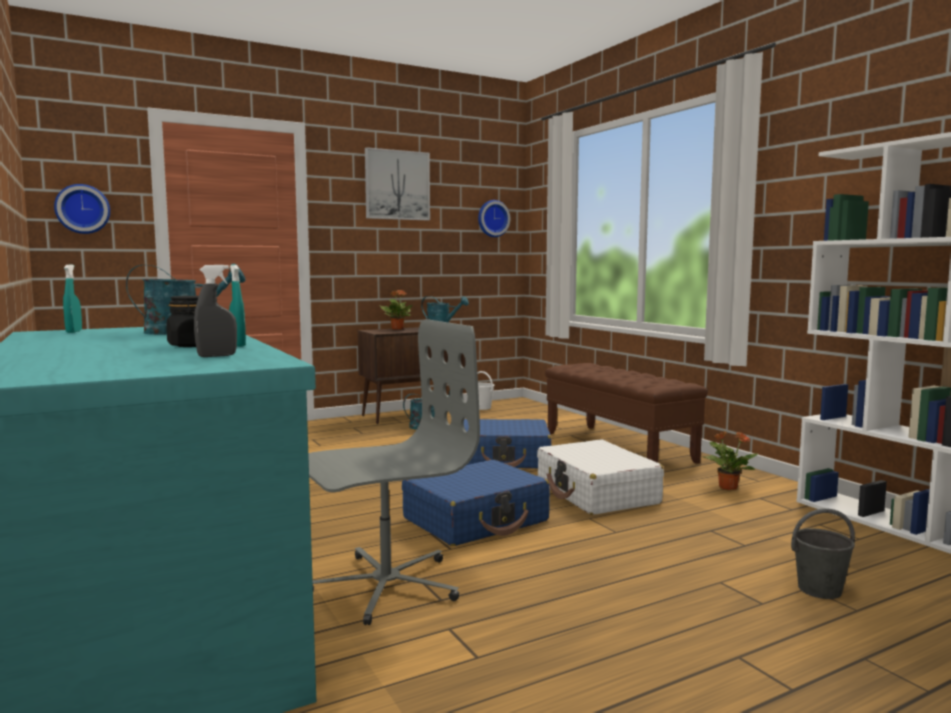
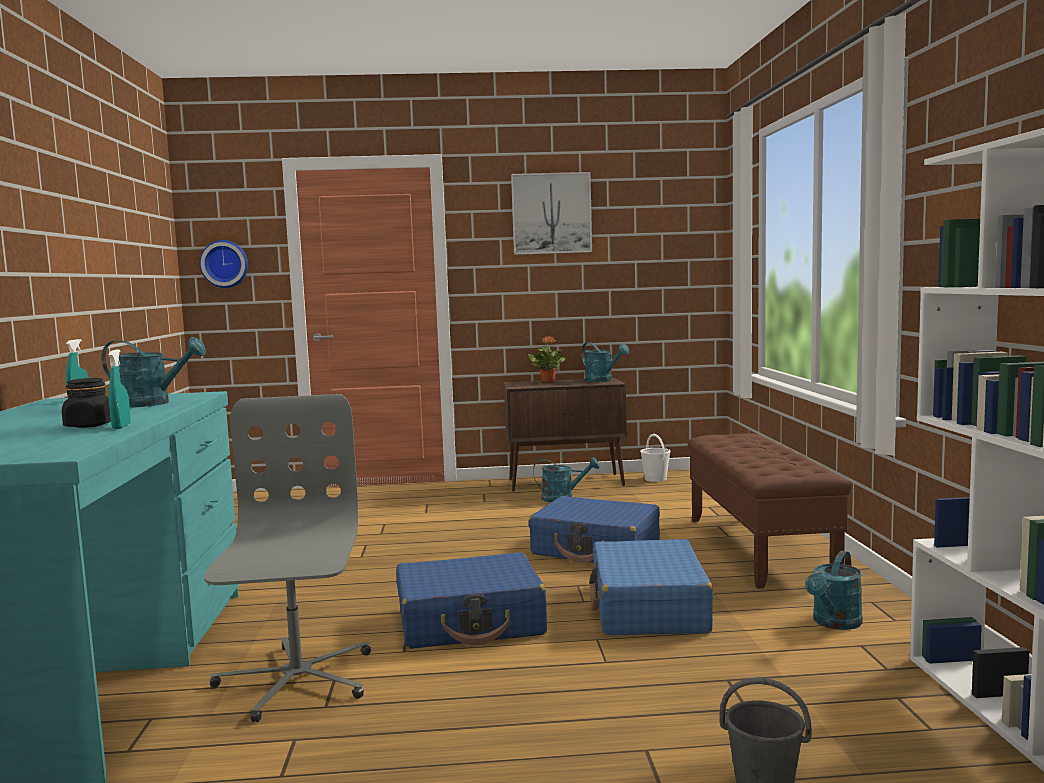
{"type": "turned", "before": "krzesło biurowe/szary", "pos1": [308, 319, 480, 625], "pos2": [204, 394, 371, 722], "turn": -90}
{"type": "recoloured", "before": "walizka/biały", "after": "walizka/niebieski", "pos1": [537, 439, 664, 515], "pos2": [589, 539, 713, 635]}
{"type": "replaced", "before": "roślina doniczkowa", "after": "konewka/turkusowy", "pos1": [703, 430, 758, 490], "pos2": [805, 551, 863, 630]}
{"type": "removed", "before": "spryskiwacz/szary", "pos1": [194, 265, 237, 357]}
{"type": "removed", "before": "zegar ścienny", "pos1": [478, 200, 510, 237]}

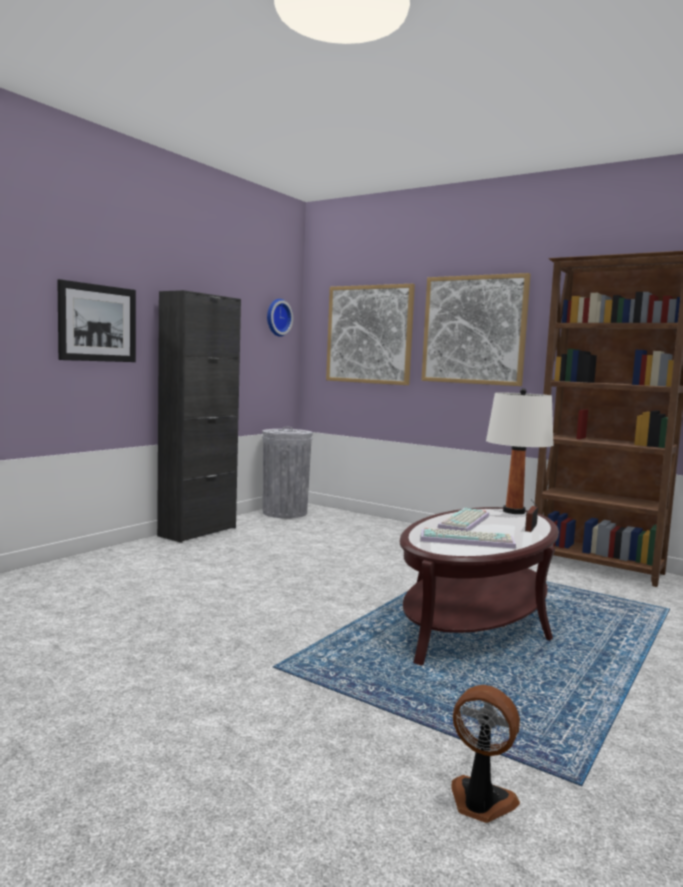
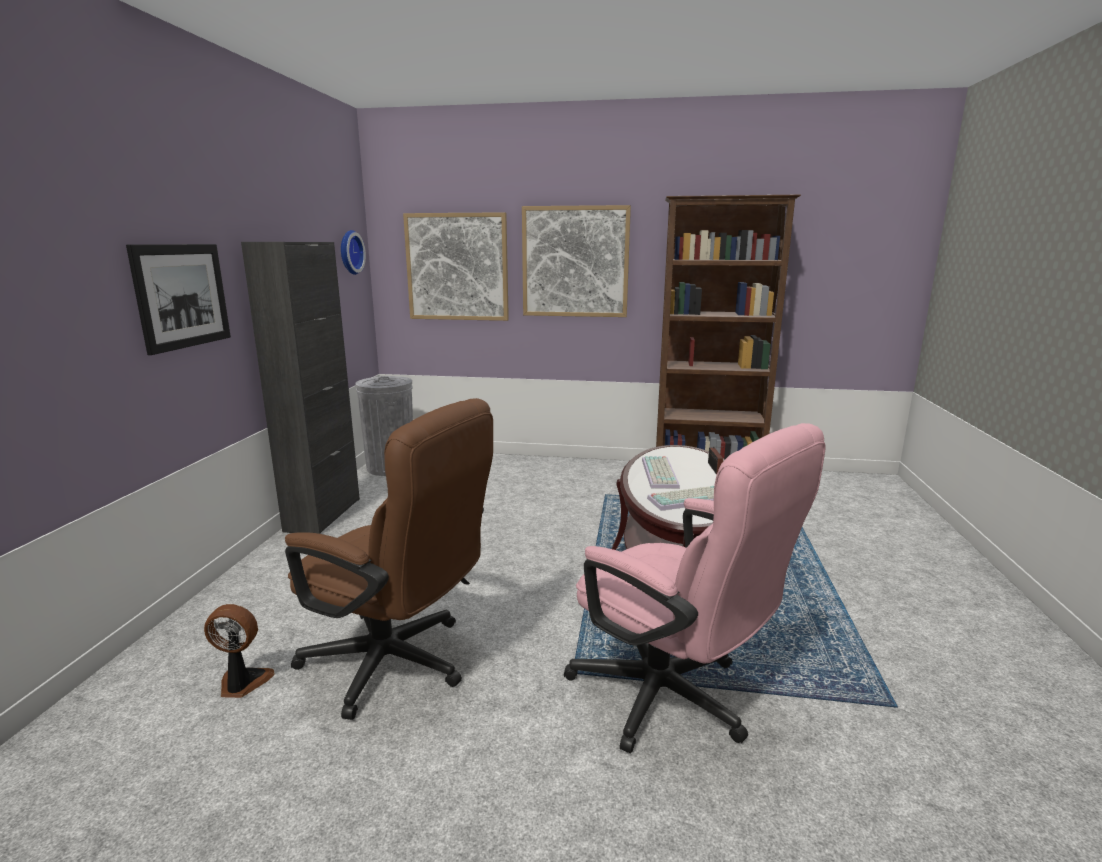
{"type": "moved", "before": "wentylator", "pos1": [451, 685, 520, 823], "pos2": [204, 604, 275, 698]}
{"type": "added", "after": "krzesło biurowe/brązowy", "pos2": [285, 398, 493, 720]}
{"type": "added", "after": "krzesło biurowe/różowy", "pos2": [564, 423, 826, 754]}
{"type": "removed", "before": "lampa stołowa/biały", "pos1": [486, 388, 554, 514]}

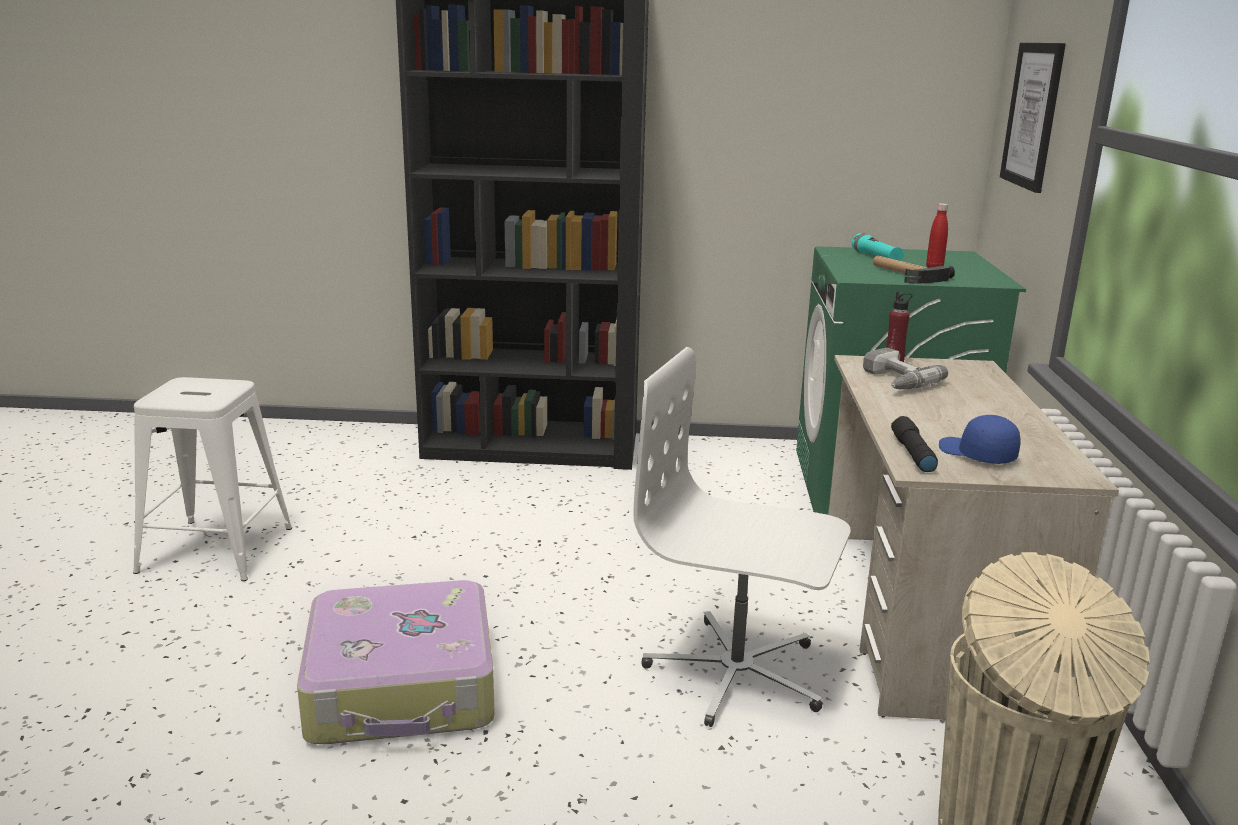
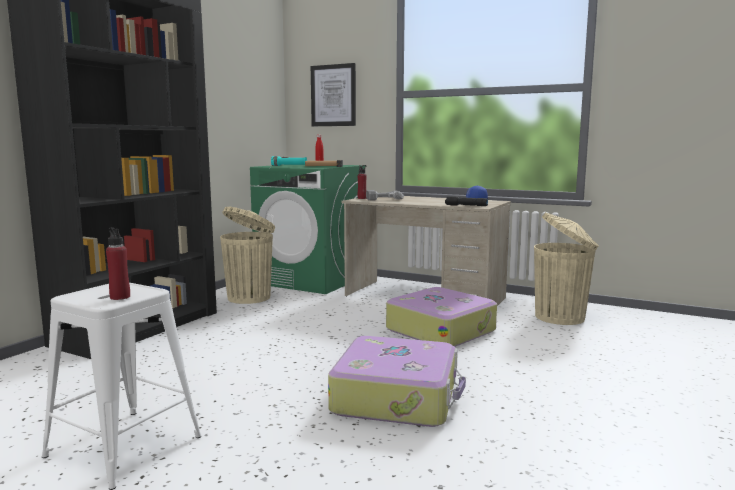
{"type": "added", "after": "butelka/czerwony", "pos2": [106, 227, 130, 300]}
{"type": "added", "after": "kosz na śmieci/beżowy", "pos2": [220, 206, 275, 304]}
{"type": "replaced", "before": "krzesło biurowe/biały", "after": "walizka", "pos1": [633, 347, 851, 727], "pos2": [386, 287, 497, 347]}

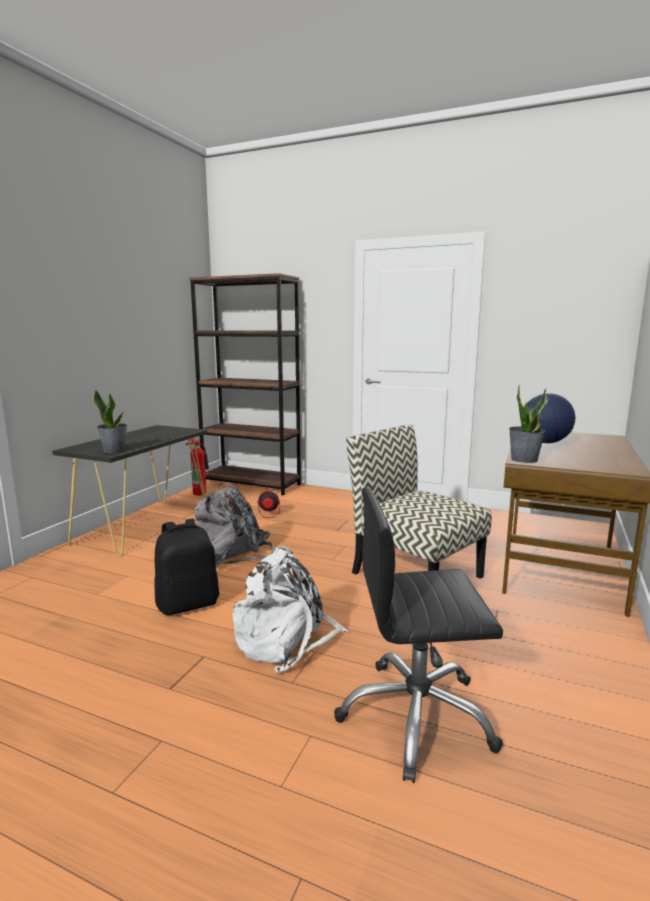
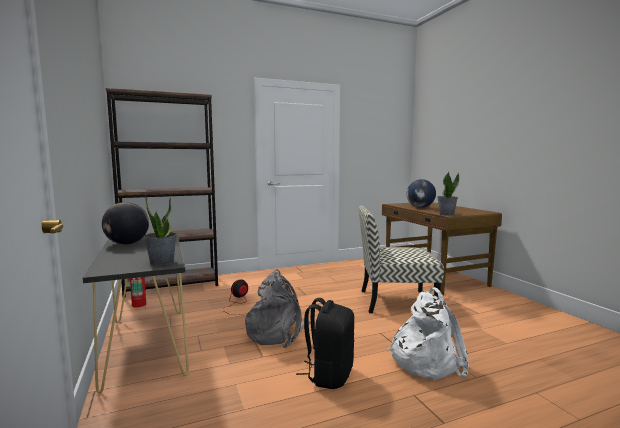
{"type": "added", "after": "globus", "pos2": [102, 202, 149, 245]}
{"type": "removed", "before": "krzesło biurowe/czarny", "pos1": [334, 488, 503, 783]}

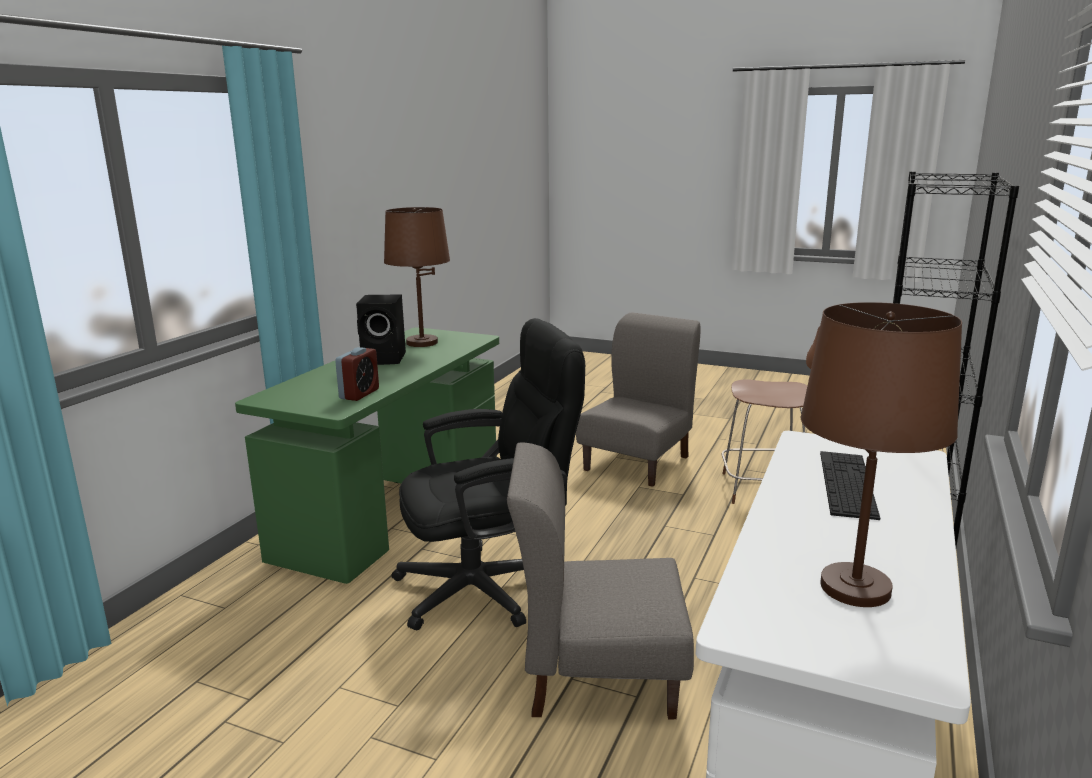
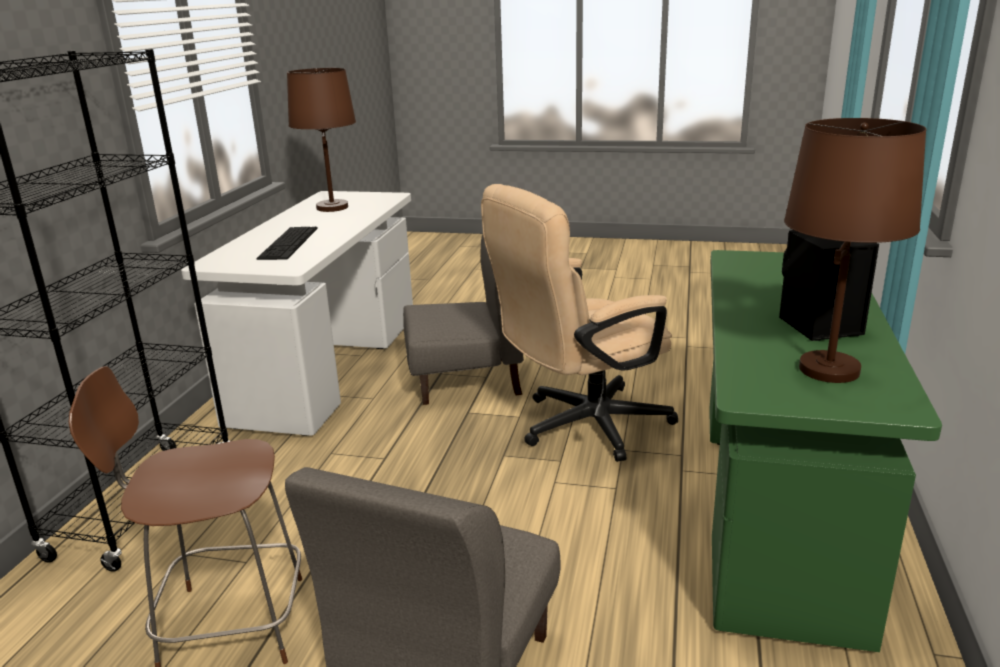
{"type": "recoloured", "before": "krzesło biurowe/czarny", "after": "krzesło biurowe/beżowy", "pos1": [391, 318, 585, 630], "pos2": [481, 184, 678, 462]}
{"type": "removed", "before": "budzik", "pos1": [335, 347, 379, 401]}

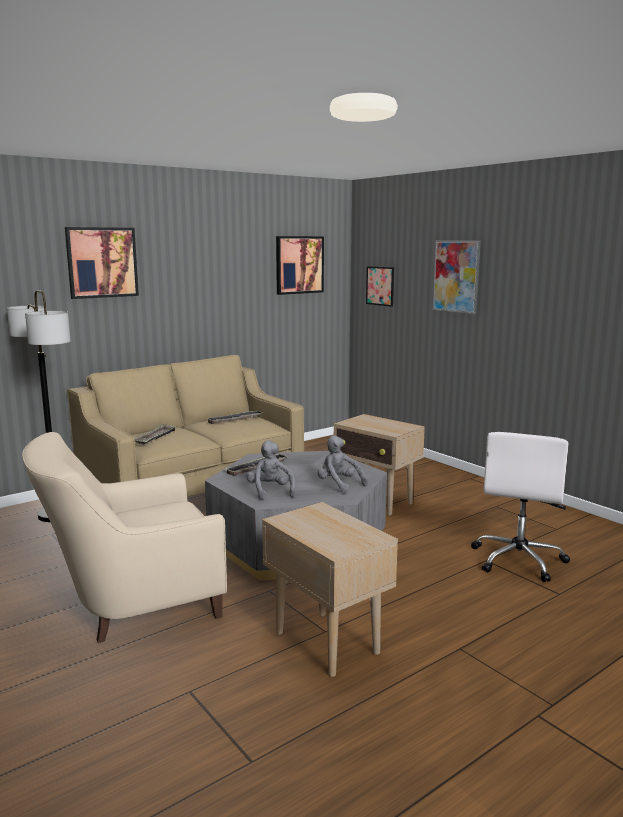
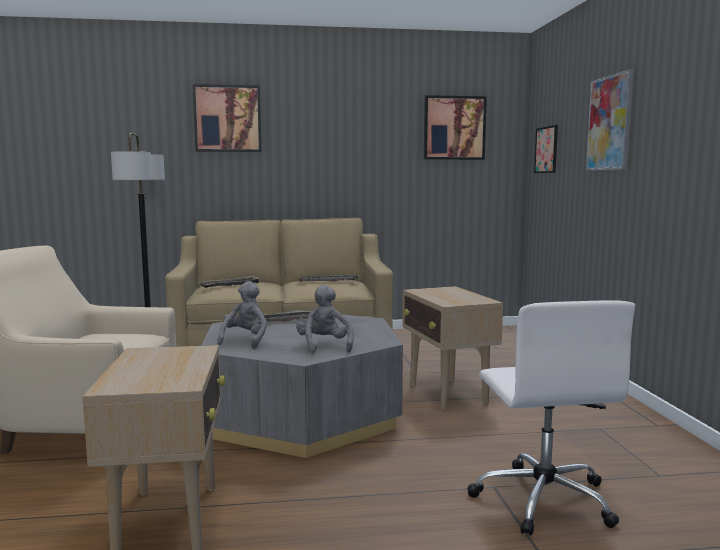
{"type": "turned", "before": "krzesło biurowe/biały", "pos1": [471, 432, 570, 582], "pos2": [468, 300, 635, 536], "turn": -60}

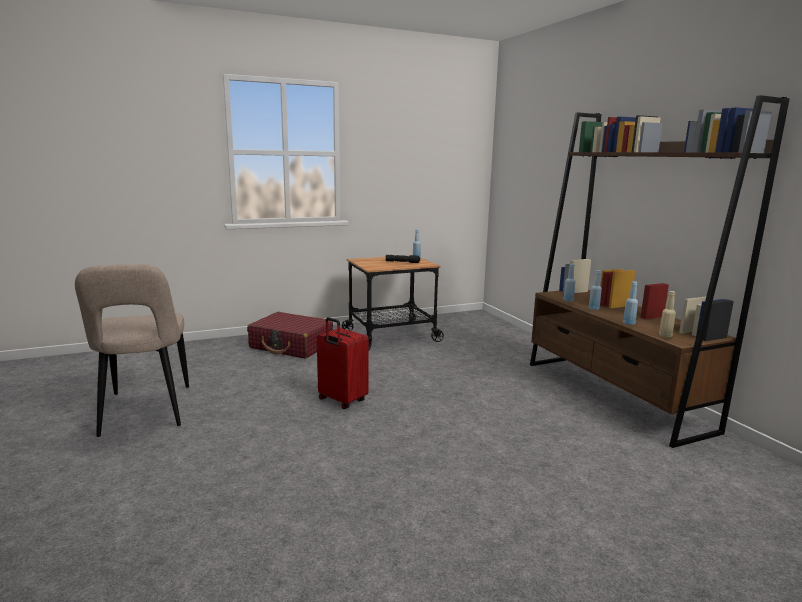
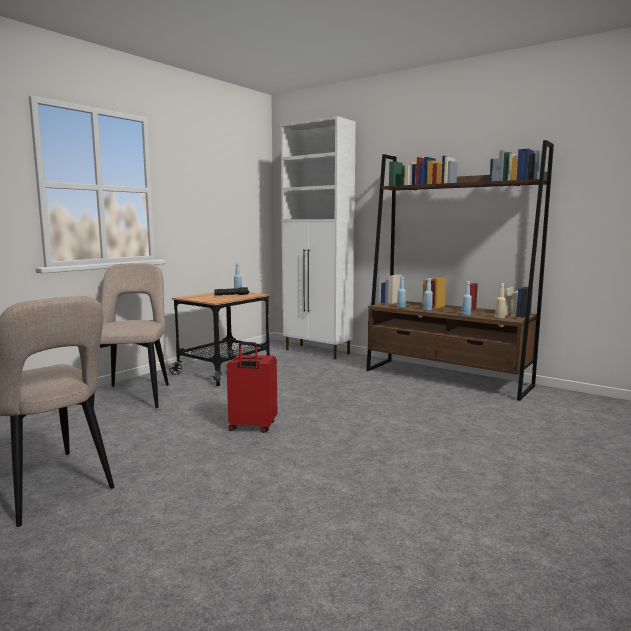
{"type": "replaced", "before": "walizka/czerwony", "after": "krzesło/beżowy", "pos1": [247, 312, 333, 359], "pos2": [90, 263, 169, 408]}
{"type": "added", "after": "szafka/biały", "pos2": [280, 116, 356, 359]}

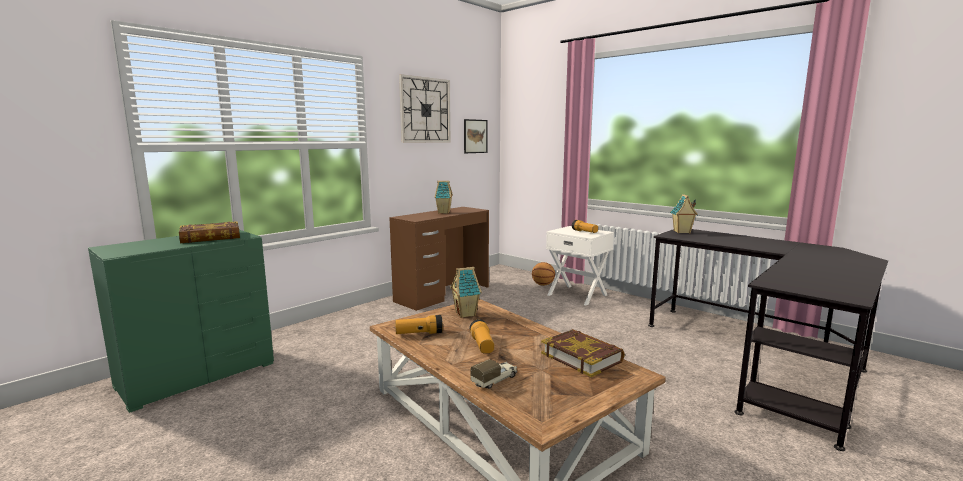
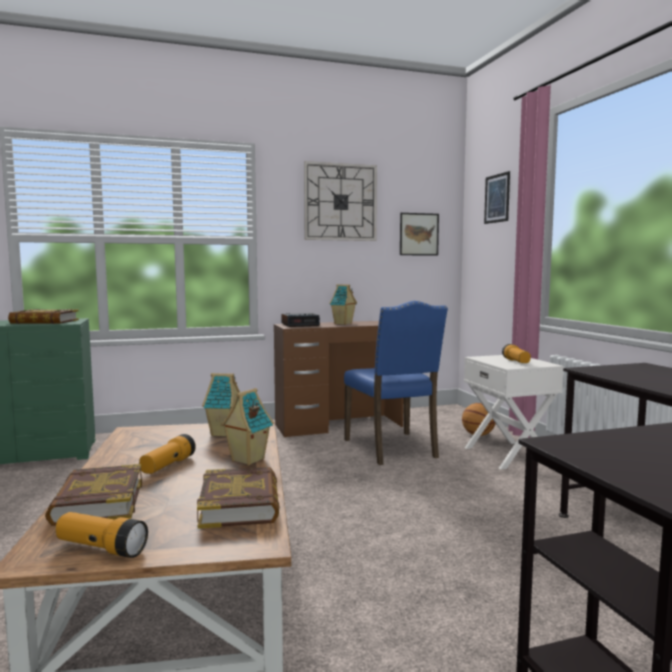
{"type": "replaced", "before": "ciężarówka zabawkowa", "after": "książka", "pos1": [470, 360, 517, 389], "pos2": [45, 464, 142, 526]}
{"type": "moved", "before": "latarka", "pos1": [395, 315, 443, 334], "pos2": [56, 512, 148, 558]}
{"type": "moved", "before": "domek", "pos1": [670, 194, 698, 233], "pos2": [221, 388, 274, 465]}
{"type": "added", "after": "budzik", "pos2": [281, 313, 320, 327]}
{"type": "added", "after": "krzesło/niebieski", "pos2": [344, 301, 448, 465]}
{"type": "added", "after": "obraz", "pos2": [484, 171, 510, 224]}

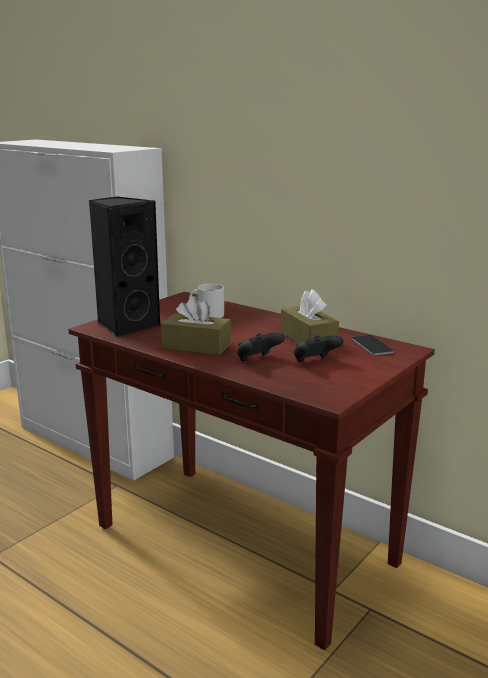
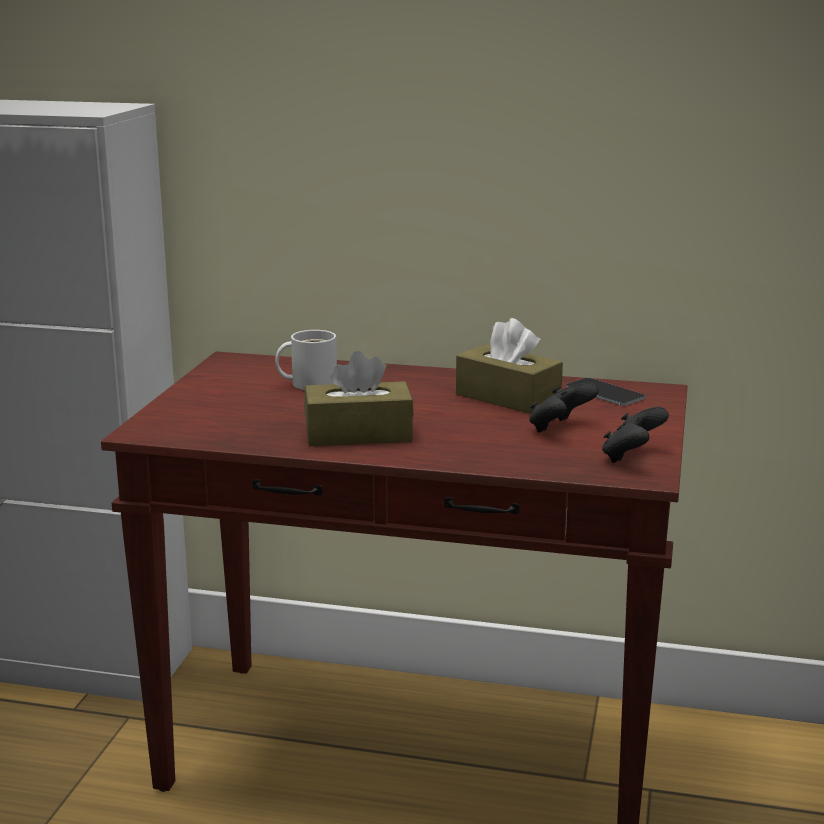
{"type": "moved", "before": "pad do gier/czarny", "pos1": [237, 332, 285, 361], "pos2": [602, 407, 669, 463]}
{"type": "removed", "before": "głośnik/czarny", "pos1": [89, 196, 161, 337]}

